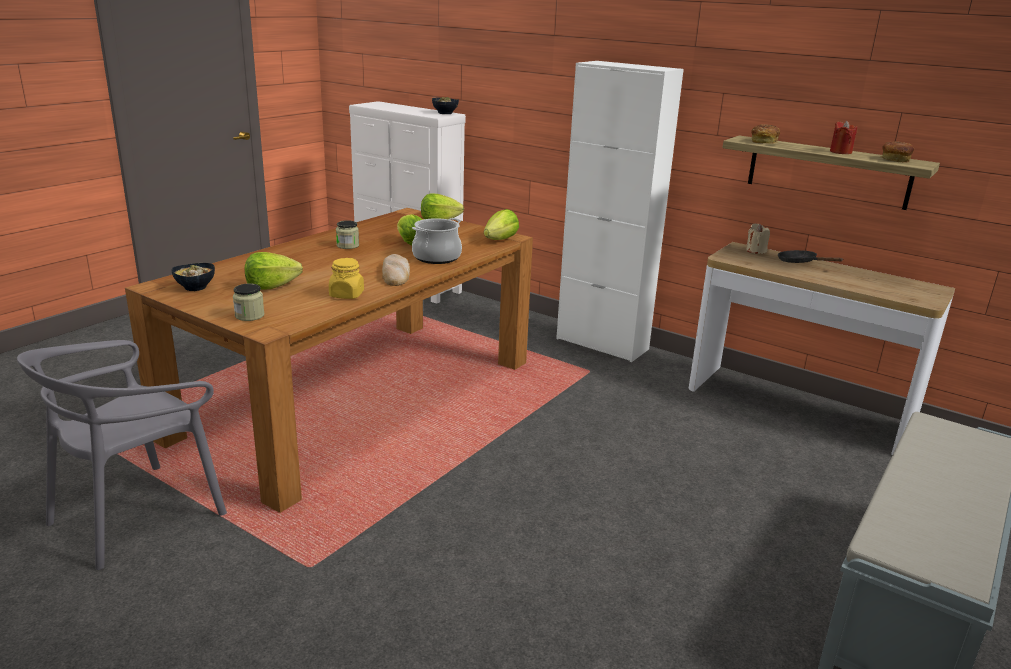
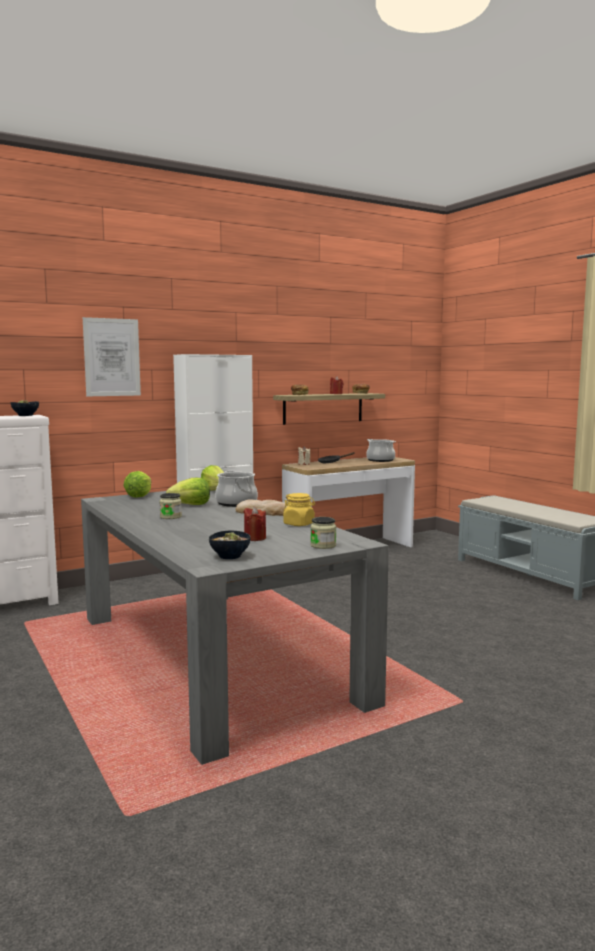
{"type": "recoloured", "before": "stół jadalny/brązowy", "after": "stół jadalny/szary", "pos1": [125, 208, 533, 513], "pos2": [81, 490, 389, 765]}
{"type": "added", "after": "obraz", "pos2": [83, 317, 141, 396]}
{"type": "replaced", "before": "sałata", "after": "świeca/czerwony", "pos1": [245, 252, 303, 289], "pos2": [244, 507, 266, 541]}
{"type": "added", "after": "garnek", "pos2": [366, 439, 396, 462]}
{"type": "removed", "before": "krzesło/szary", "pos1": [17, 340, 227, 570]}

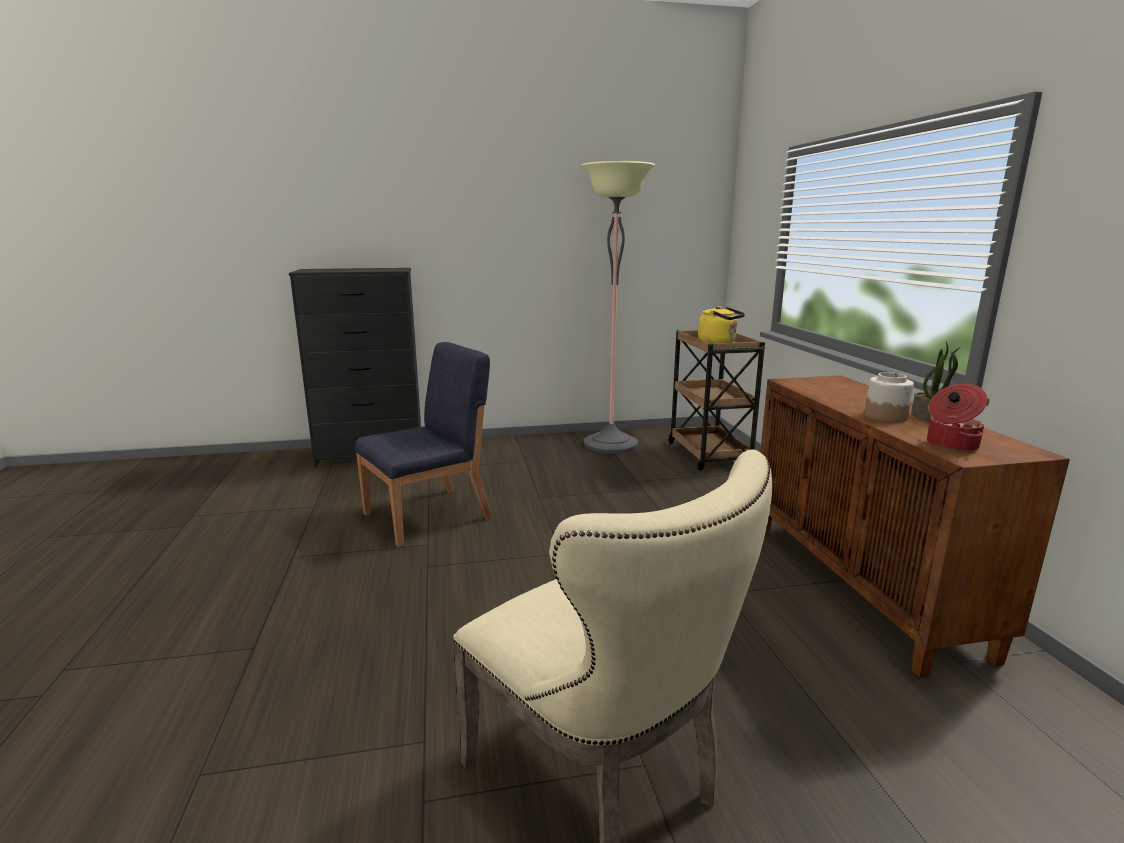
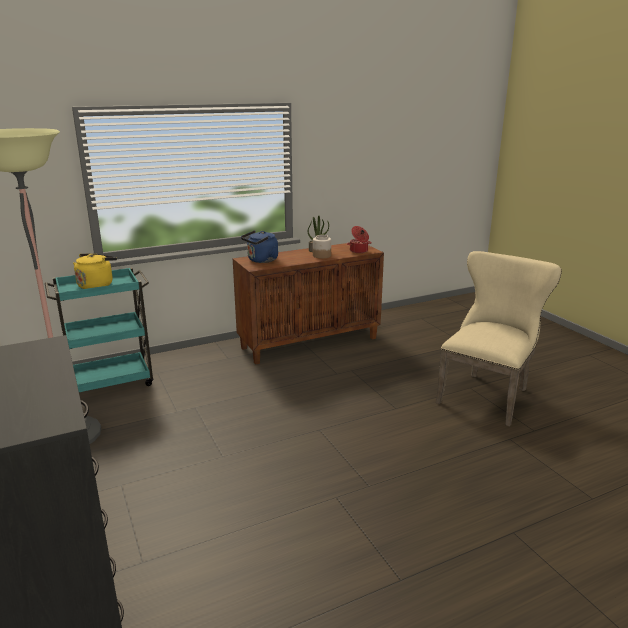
{"type": "recoloured", "before": "wózek/brązowy", "after": "wózek/turkusowy", "pos1": [669, 330, 765, 470], "pos2": [45, 267, 153, 393]}
{"type": "added", "after": "czajnik/niebieski", "pos2": [241, 230, 278, 263]}
{"type": "removed", "before": "krzesło/niebieski", "pos1": [355, 342, 492, 547]}

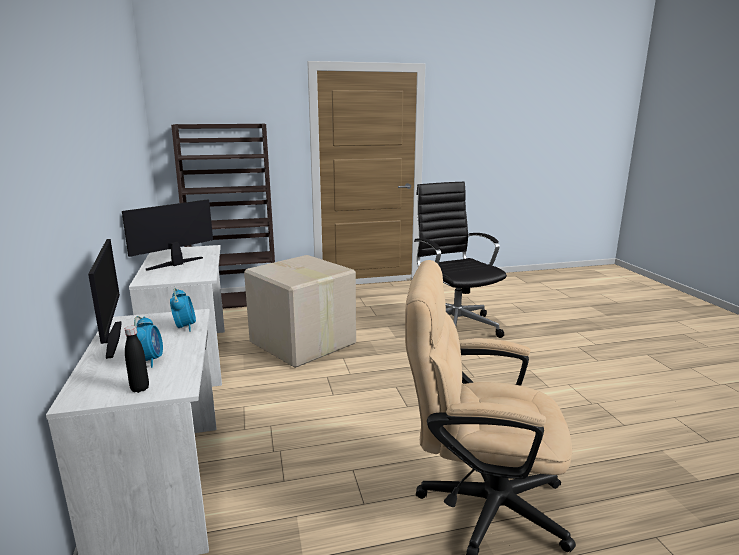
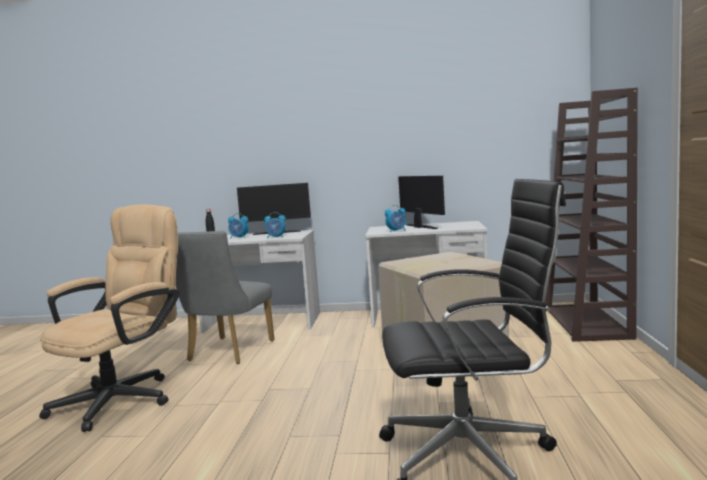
{"type": "added", "after": "krzesło/szary", "pos2": [176, 231, 274, 364]}
{"type": "added", "after": "budzik", "pos2": [385, 205, 406, 232]}

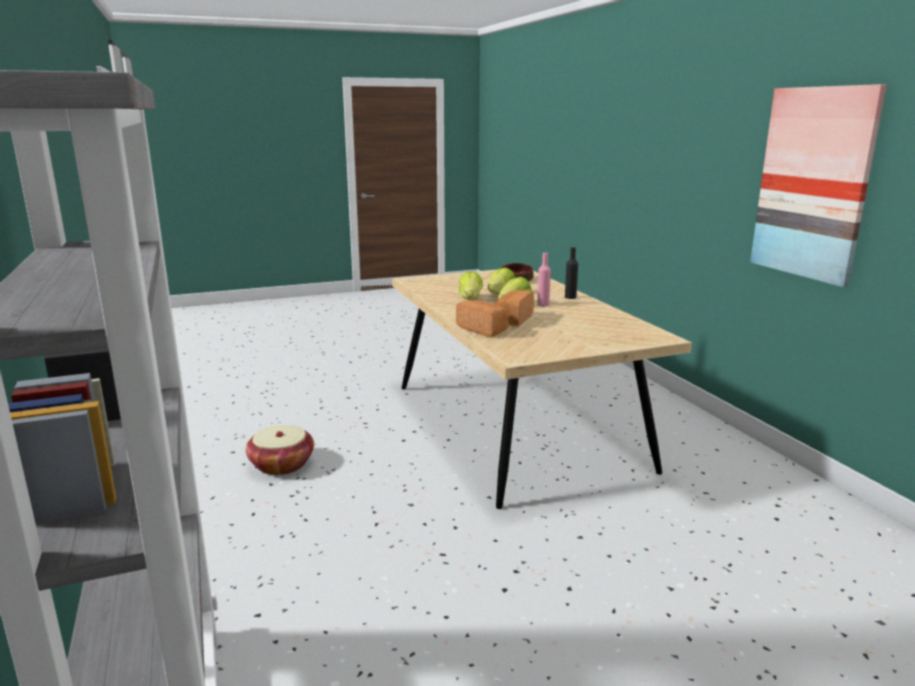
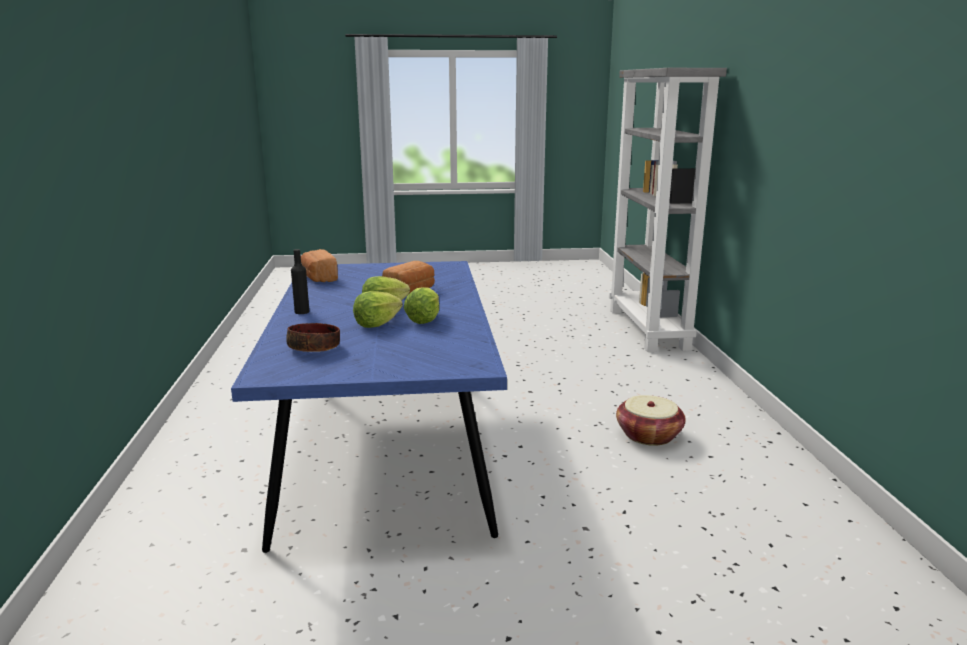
{"type": "recoloured", "before": "stół jadalny/beżowy", "after": "stół jadalny/niebieski", "pos1": [392, 270, 692, 509], "pos2": [231, 261, 507, 553]}
{"type": "moved", "before": "chleb", "pos1": [456, 300, 509, 337], "pos2": [301, 249, 338, 282]}
{"type": "removed", "before": "butelka/różowy", "pos1": [537, 253, 551, 306]}
{"type": "removed", "before": "obraz", "pos1": [750, 84, 887, 287]}

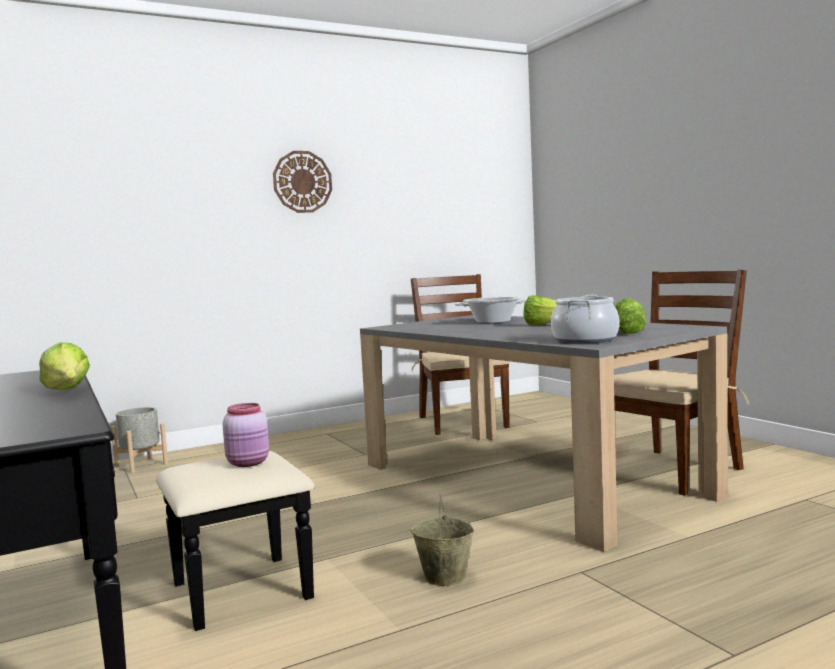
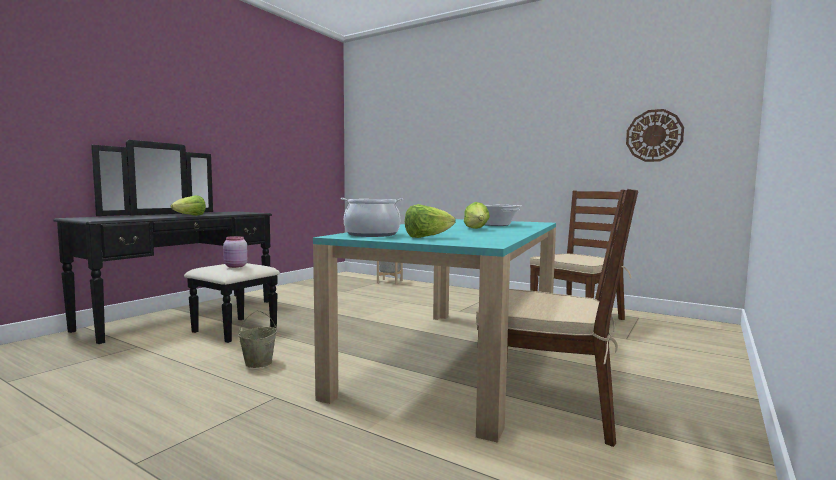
{"type": "recoloured", "before": "stół jadalny/szary", "after": "stół jadalny/turkusowy", "pos1": [360, 315, 728, 552], "pos2": [313, 219, 556, 443]}
{"type": "moved", "before": "zegar ścienny", "pos1": [273, 151, 332, 213], "pos2": [626, 109, 684, 162]}

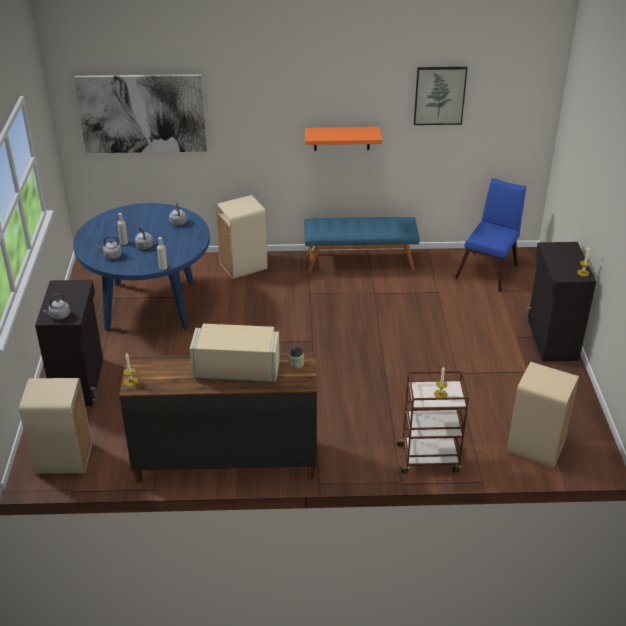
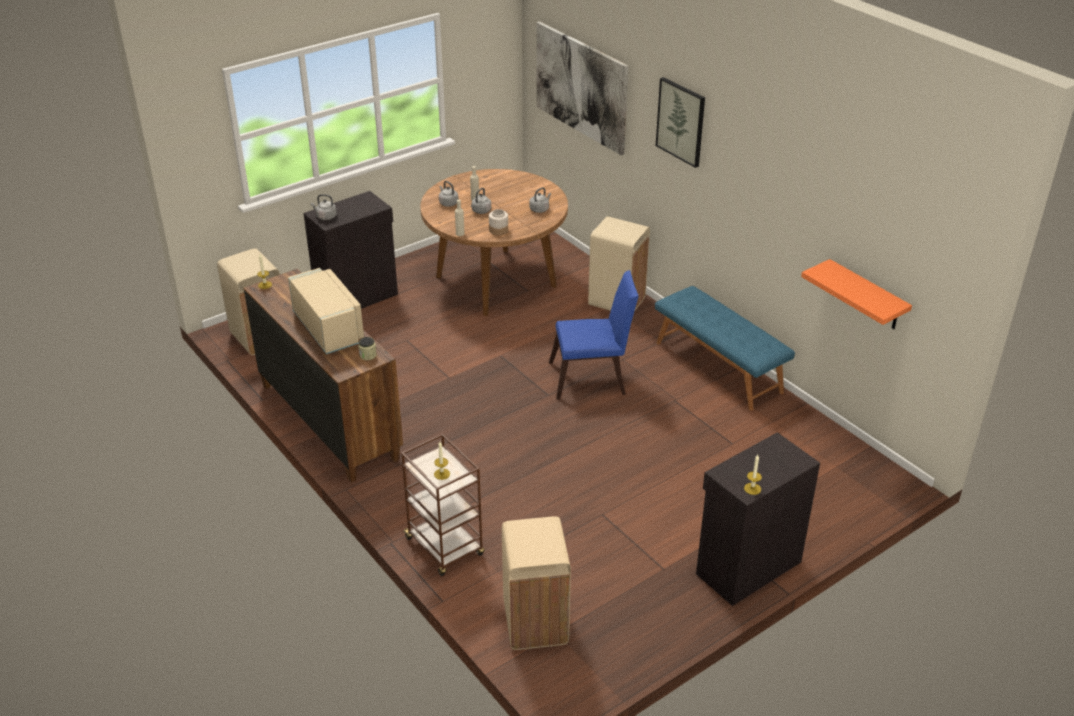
{"type": "recoloured", "before": "stół jadalny/niebieski", "after": "stół jadalny/brązowy", "pos1": [73, 203, 210, 331], "pos2": [420, 169, 568, 316]}
{"type": "added", "after": "słoik", "pos2": [489, 209, 508, 235]}
{"type": "moved", "before": "krzesło/niebieski", "pos1": [455, 178, 526, 292], "pos2": [549, 270, 639, 400]}
{"type": "moved", "before": "obraz", "pos1": [414, 67, 468, 125], "pos2": [656, 77, 705, 168]}
{"type": "moved", "before": "półka/pomarańczowy", "pos1": [305, 127, 382, 151], "pos2": [801, 259, 912, 329]}

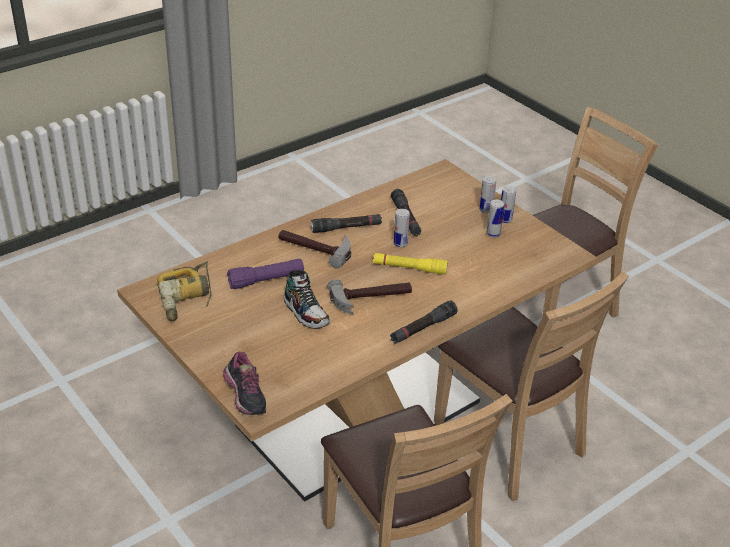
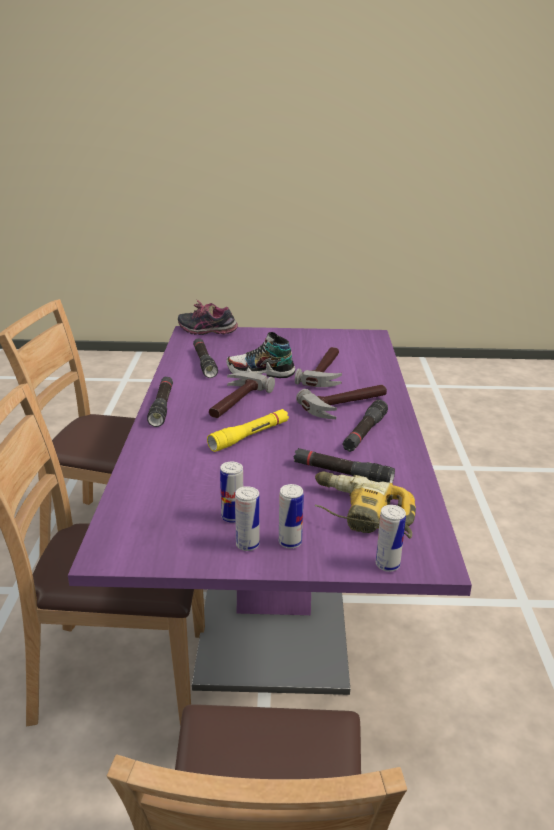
{"type": "recoloured", "before": "stół jadalny/brązowy", "after": "stół jadalny/fioletowy", "pos1": [117, 159, 598, 502], "pos2": [68, 326, 472, 695]}
{"type": "added", "after": "latarka/czarny", "pos2": [193, 339, 218, 378]}
{"type": "replaced", "before": "latarka/fioletowy", "after": "młotek", "pos1": [227, 259, 304, 289], "pos2": [295, 347, 342, 387]}
{"type": "moved", "before": "wiertarka", "pos1": [157, 262, 212, 321], "pos2": [315, 471, 416, 539]}
{"type": "moved", "before": "puszka", "pos1": [394, 209, 410, 247], "pos2": [376, 505, 406, 572]}

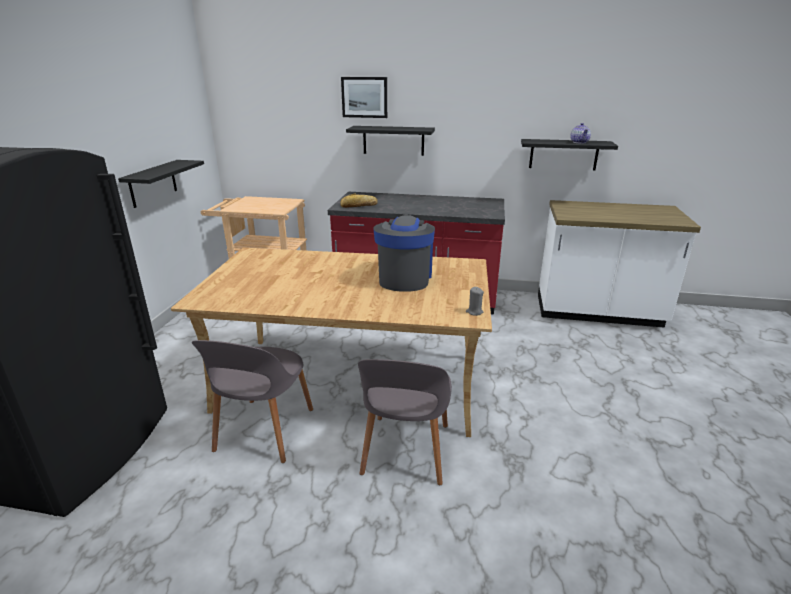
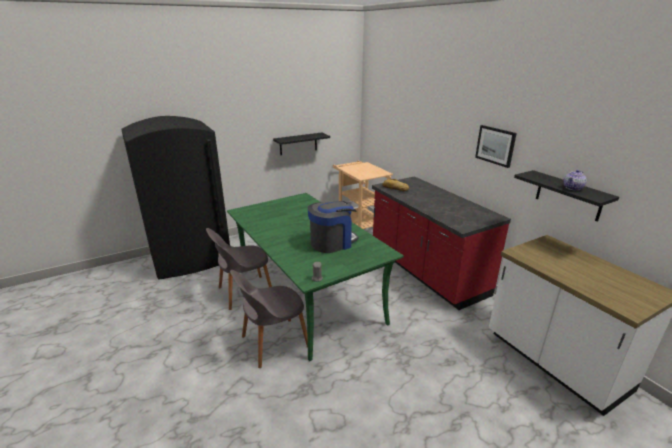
{"type": "recoloured", "before": "stół jadalny/beżowy", "after": "stół jadalny/zielony", "pos1": [171, 248, 492, 437], "pos2": [227, 193, 404, 361]}
{"type": "moved", "before": "obraz", "pos1": [341, 77, 387, 118], "pos2": [475, 125, 517, 168]}
{"type": "removed", "before": "półka/czarny", "pos1": [346, 126, 435, 156]}

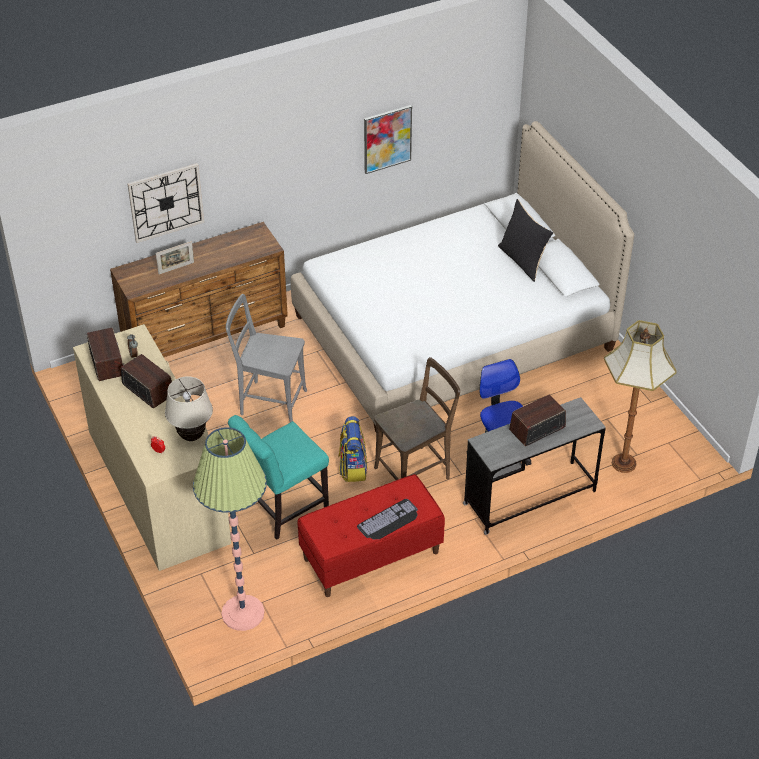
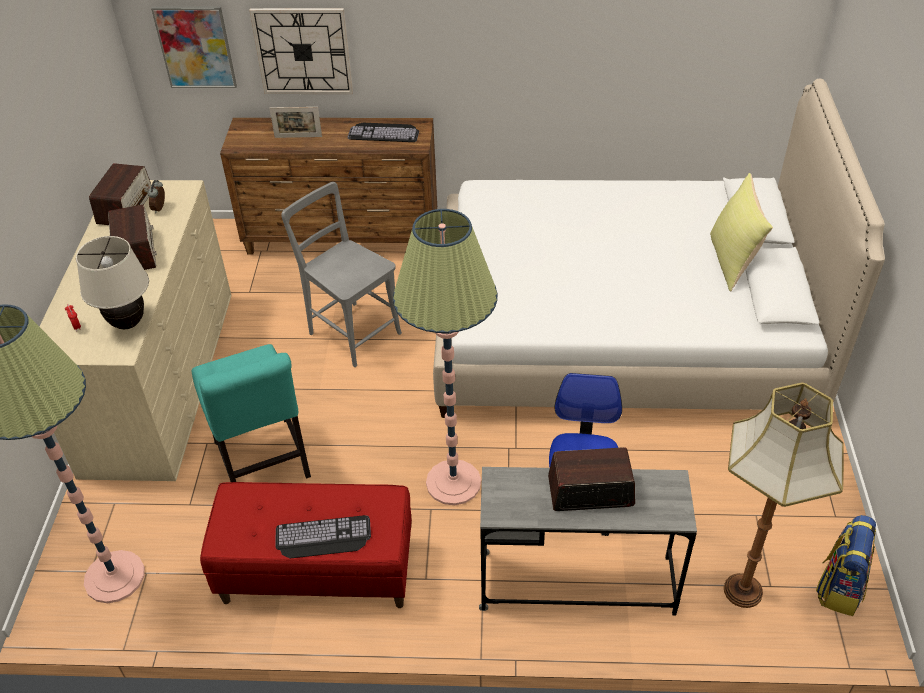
{"type": "moved", "before": "obraz", "pos1": [364, 105, 412, 174], "pos2": [151, 6, 237, 88]}
{"type": "turned", "before": "krzesło/turkusowy", "pos1": [228, 415, 329, 540], "pos2": [192, 344, 311, 482], "turn": -105}
{"type": "added", "after": "klawiatura", "pos2": [348, 123, 419, 142]}
{"type": "replaced", "before": "krzesło/brązowy", "after": "lampa stojąca", "pos1": [374, 357, 460, 480], "pos2": [393, 209, 497, 505]}
{"type": "recoloured", "before": "poduszka/czarny", "after": "poduszka/żółty", "pos1": [498, 199, 553, 282], "pos2": [710, 173, 773, 291]}
{"type": "moved", "before": "plecak", "pos1": [338, 416, 368, 482], "pos2": [816, 515, 876, 616]}

